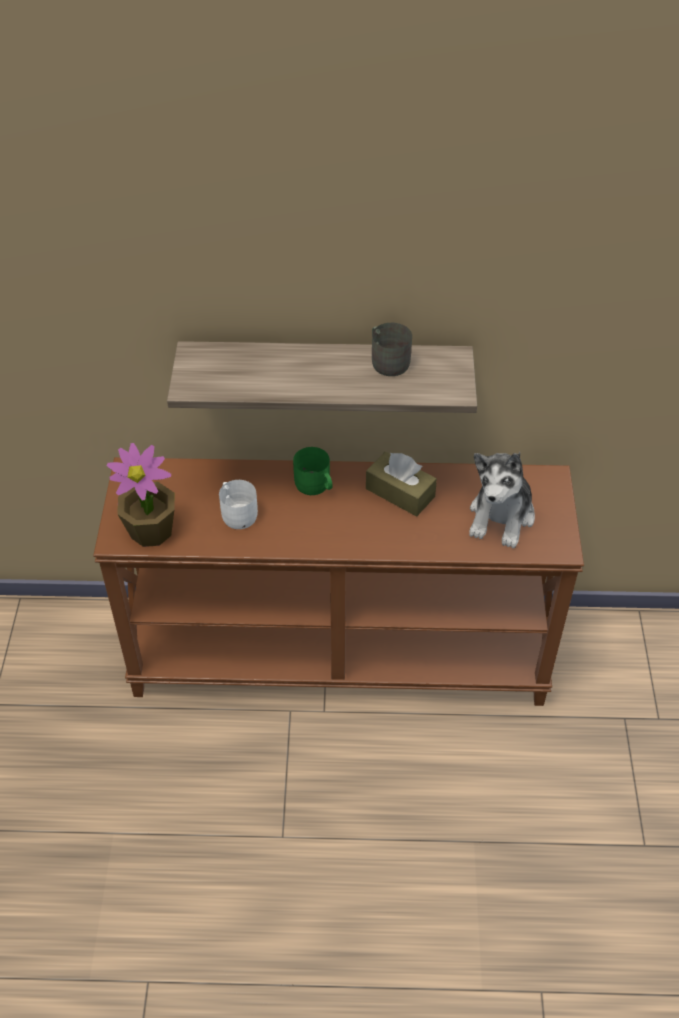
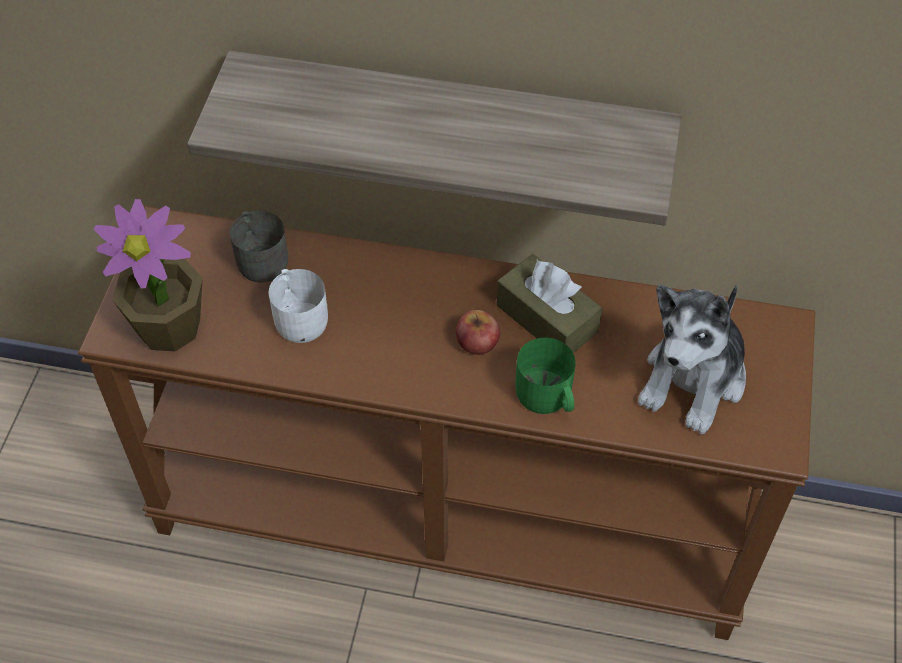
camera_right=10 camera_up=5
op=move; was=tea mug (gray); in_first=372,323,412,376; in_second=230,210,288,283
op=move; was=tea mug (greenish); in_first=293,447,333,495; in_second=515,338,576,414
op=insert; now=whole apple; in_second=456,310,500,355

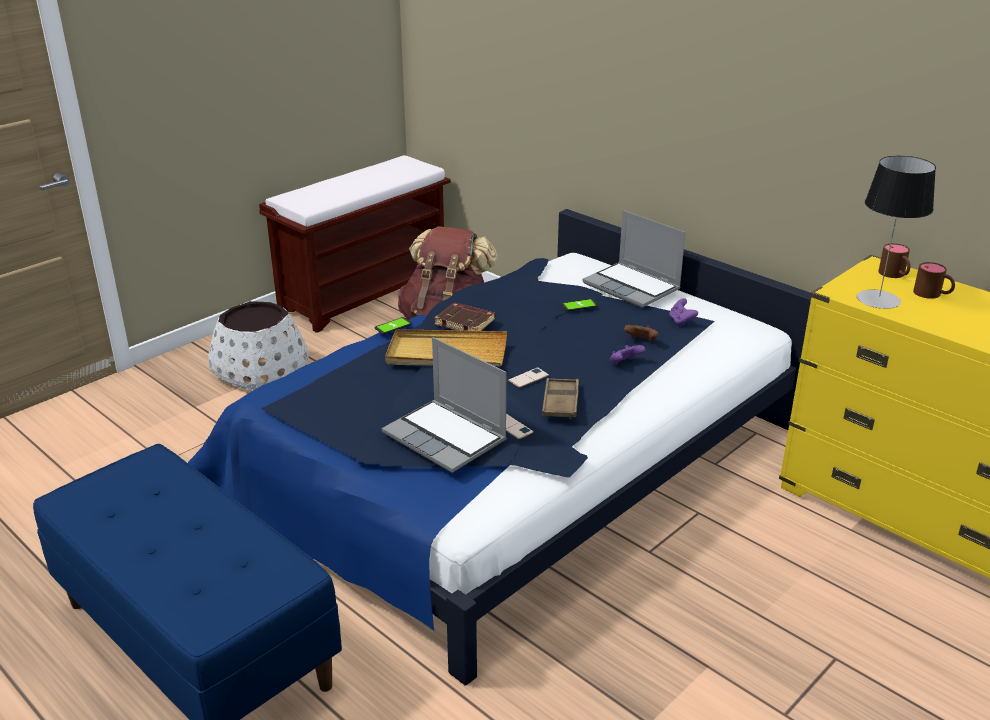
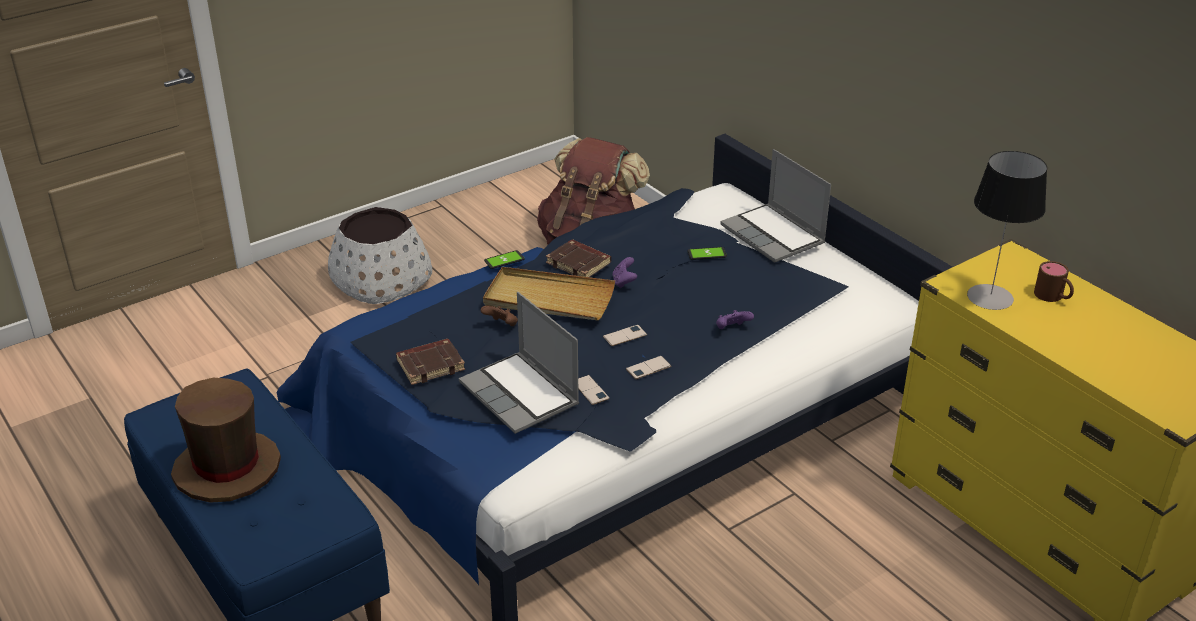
camera_right=10 camera_up=5
op=delete; was=bench (brownish); in_first=259,155,451,333
op=delete; was=tea mug (brownish); in_first=878,243,911,278
op=move; was=gamepad (purple-coloured); in_first=669,298,698,326; in_second=612,257,637,288
op=move; was=gamepad (brownish); in_first=624,325,658,342; in_second=481,306,518,326
op=replace; was=carrying tray (brownish); now=phone; in_first=542,378,579,419; in_second=626,356,671,379
op=insert; now=book (brownish); in_second=396,339,465,385
op=insert; now=wearable hat (brownish); in_second=171,378,281,503

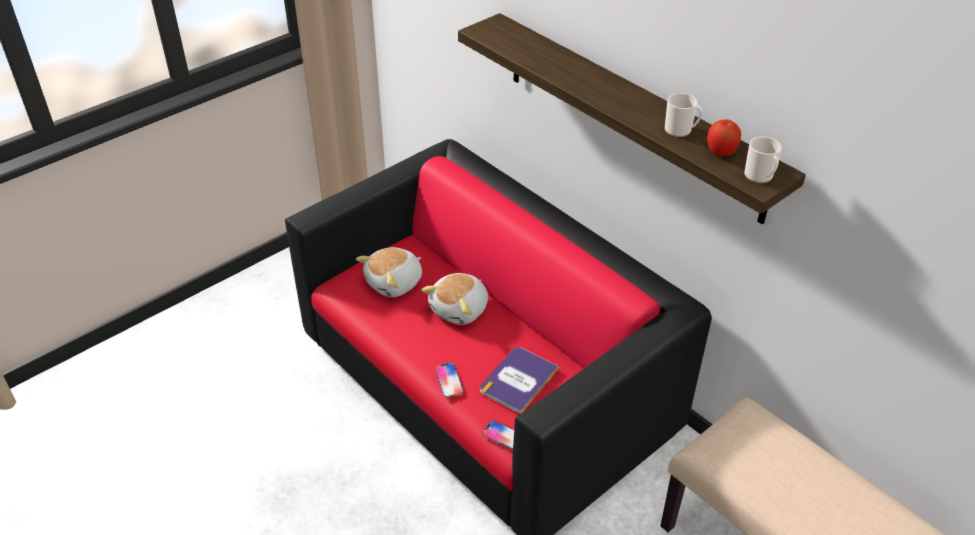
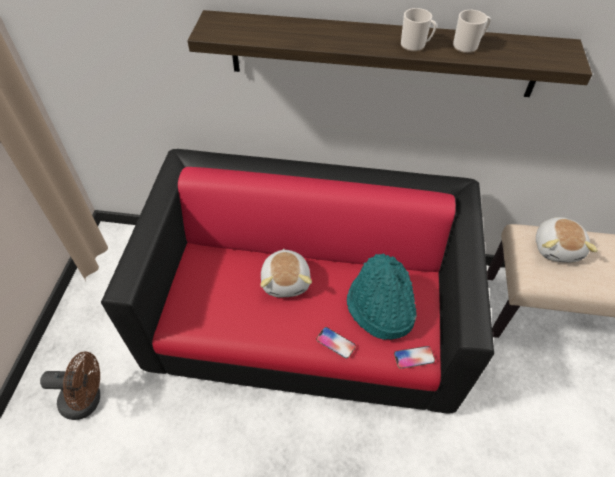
camera_right=-40 camera_up=10
op=delete; was=whole apple; in_first=707,119,741,156
op=move; was=tea mug; in_first=744,137,782,183; in_second=401,8,437,52
op=move; was=plush toy; in_first=356,247,422,297; in_second=536,217,598,263
op=replace; was=book; now=wearable hat (blue-green); in_first=480,347,559,414; in_second=347,254,417,340
op=insert; now=electric fan (brownish); in_second=40,351,100,420

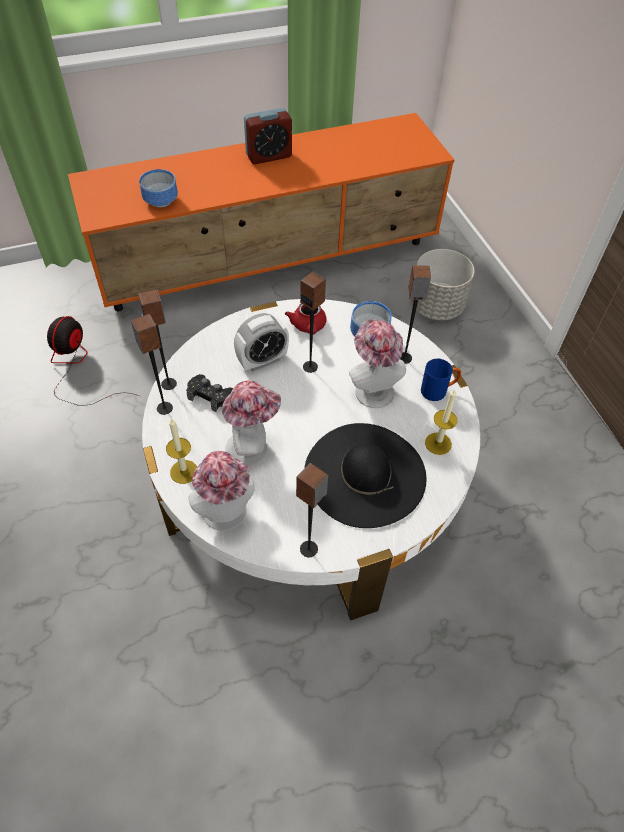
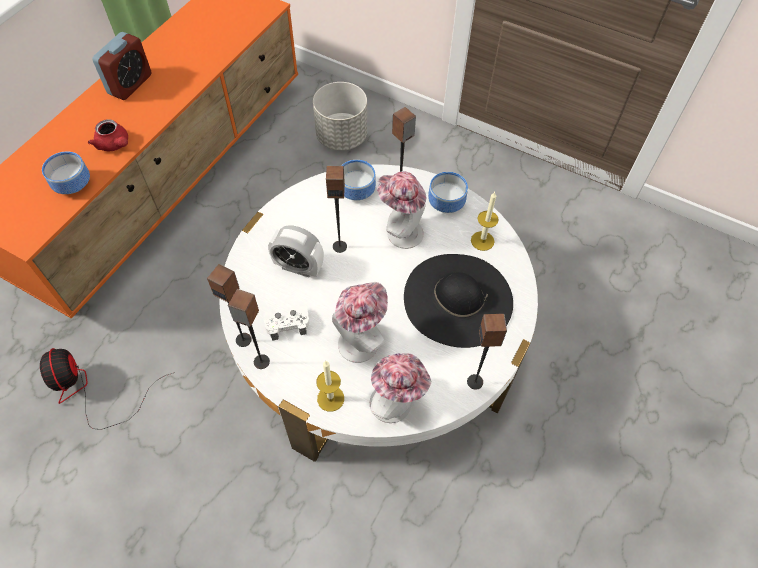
camera_right=-40 camera_up=5
op=move; was=teapot (red); in_first=285,303,326,334; in_second=88,119,128,152
op=rotate; was=table clock; in_first=234,313,289,371; in_second=268,225,324,278; clockwise=90
op=replace; was=tea mug (blue-coloured); now=bowl; in_first=421,359,461,401; in_second=428,172,468,213
op=recolor; was=gamepad (black); now=gamepad (white-coloured); in_first=186,374,233,412; in_second=263,305,309,341

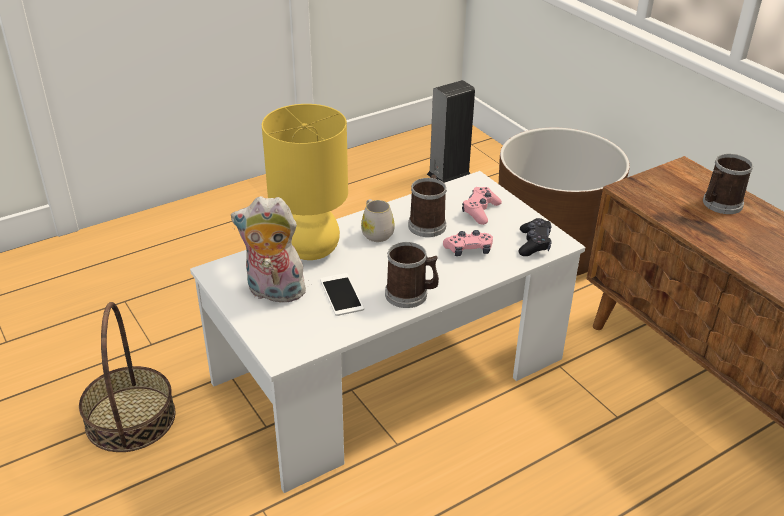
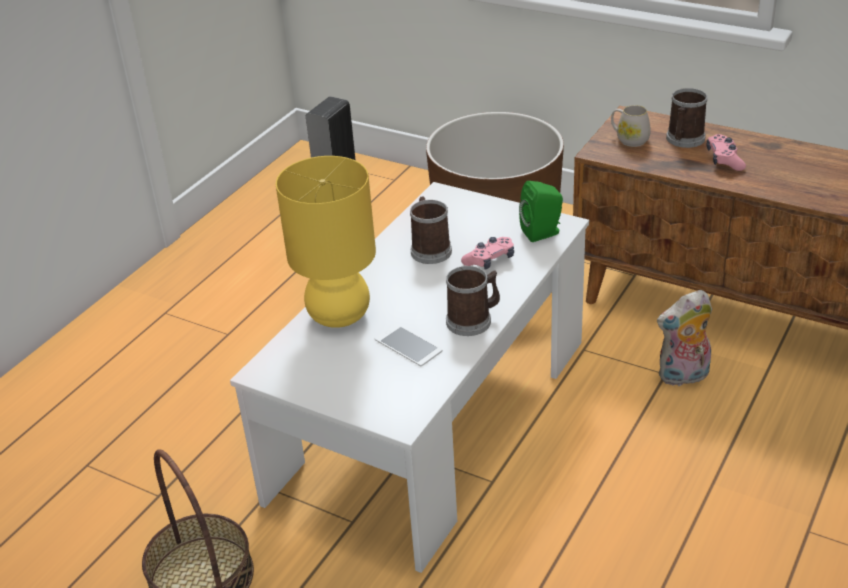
camera_right=-25 camera_up=0
op=move; was=gamepad (pink); in_first=462,187,502,225; in_second=707,134,746,171
op=move; was=plush toy; in_first=231,196,308,303; in_second=657,290,712,386
op=move; was=tea mug (white-coloured); in_first=361,199,395,242; in_second=611,105,651,147
op=replace; was=gamepad (black); now=audio speaker (greenish); in_first=519,218,552,256; in_second=519,181,563,242

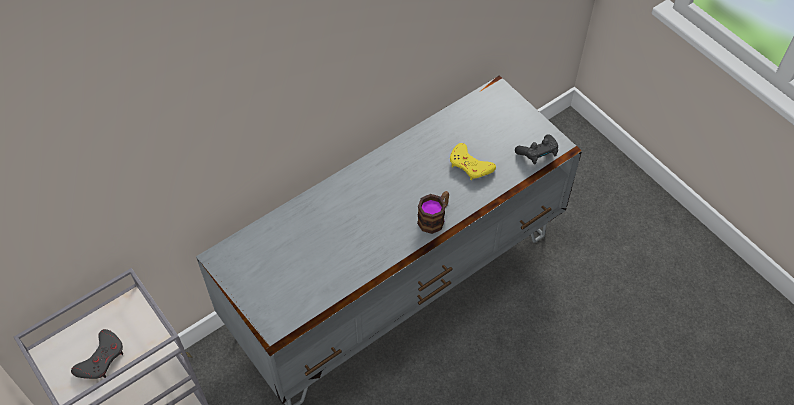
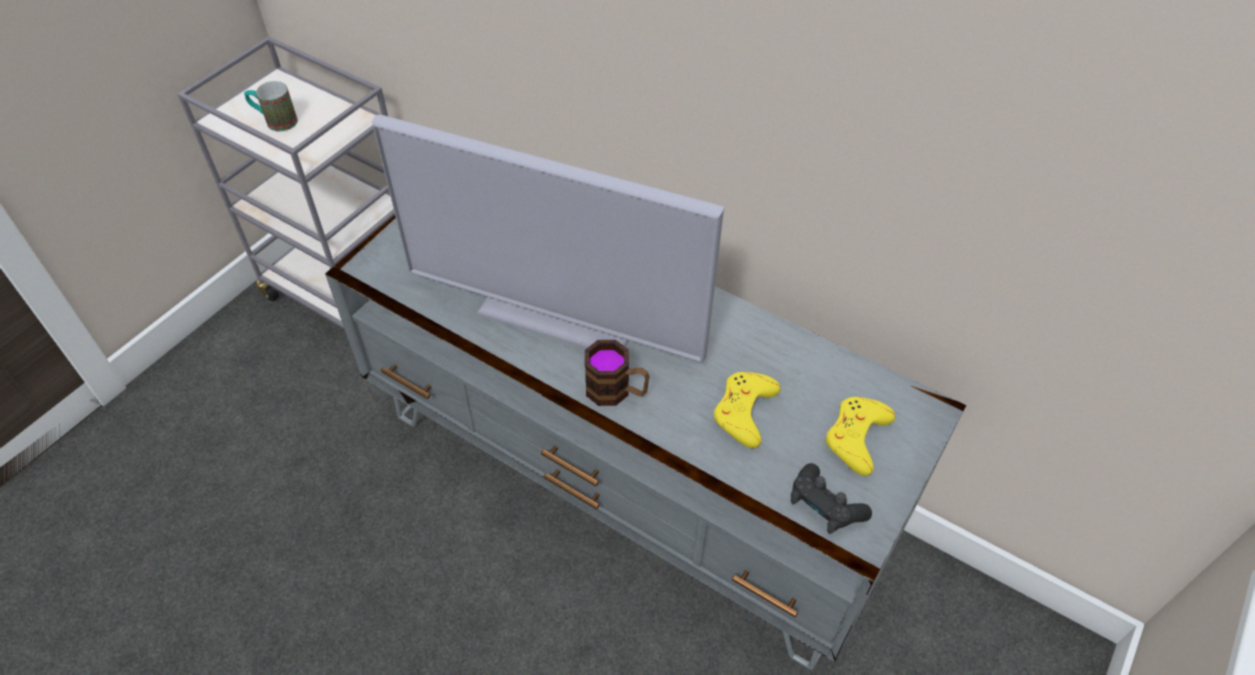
camera_right=70 camera_up=-5
op=replace; was=gamepad (gray); now=tea mug; in_first=71,329,123,379; in_second=244,81,298,132
op=insert; now=TV set; in_second=372,114,724,362
op=insert; now=gamepad (yellow-coloured); in_second=825,397,895,476

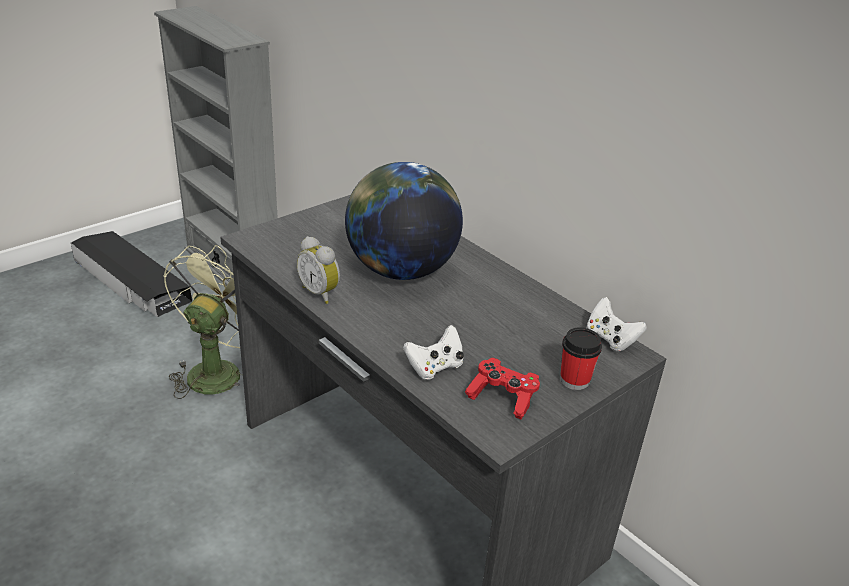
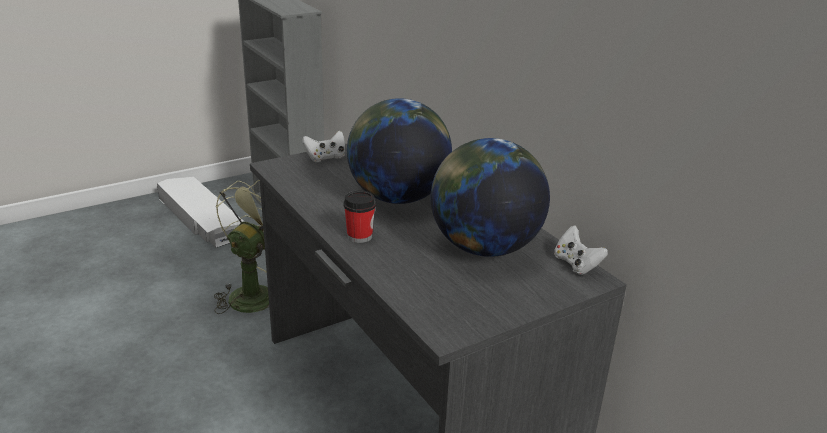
camera_right=10 camera_up=-5
op=recolor; was=storage bin (black); now=storage bin (white-coloured); in_first=71,231,192,317; in_second=157,177,245,247
op=delete; was=table clock; in_first=296,236,340,304
op=move; was=gamepad (white-coloured); in_first=403,325,464,380; in_second=302,130,345,162
op=move; was=cup; in_first=560,327,602,390; in_second=343,191,376,243
op=delete; was=gamepad (red); in_first=465,358,540,419
op=insert; now=desk globe; in_second=431,138,550,257

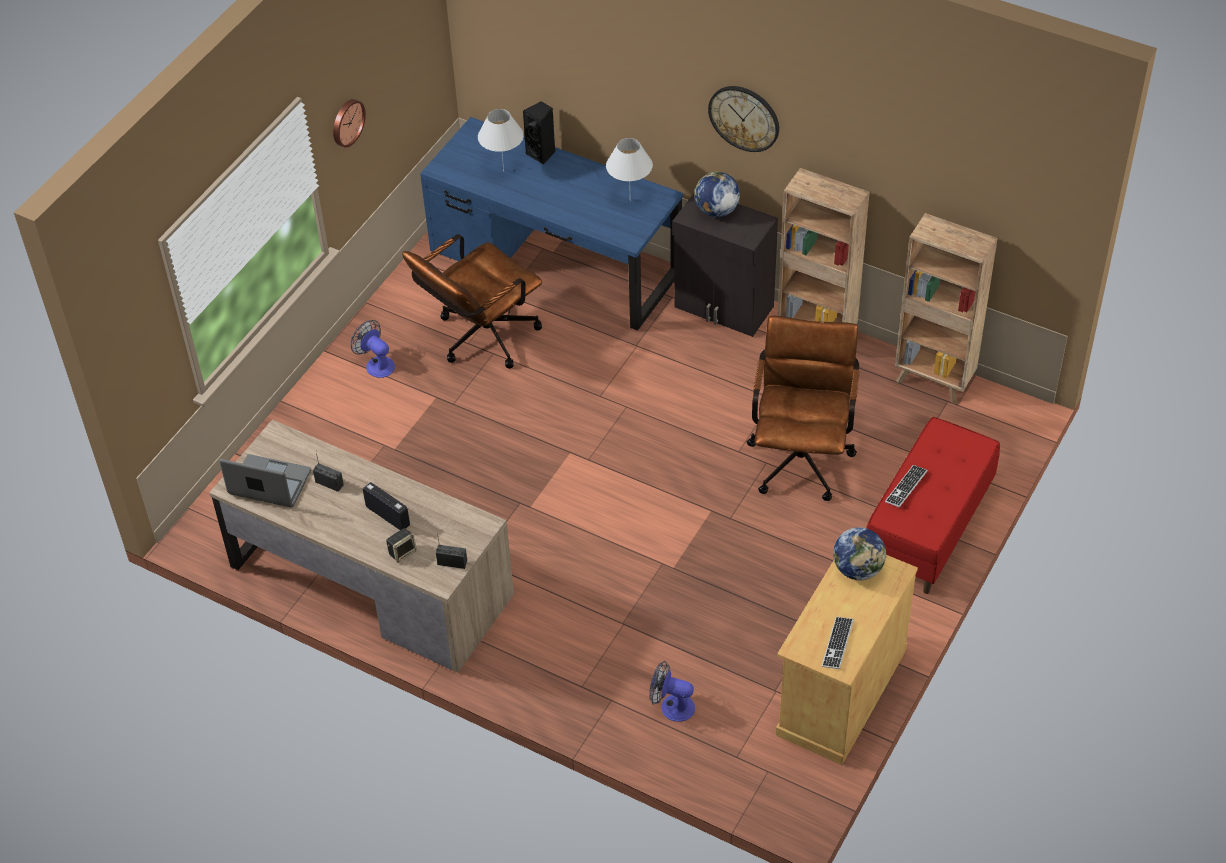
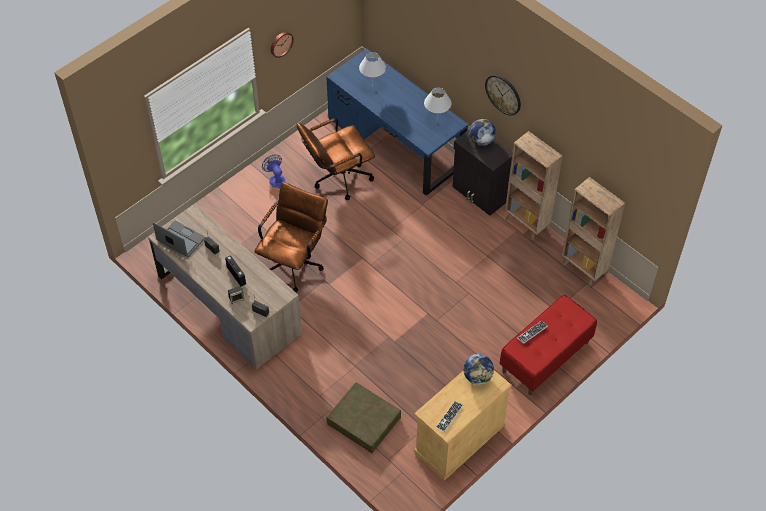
camera_right=15 camera_up=5
op=delete; was=audio speaker (black); in_first=523,101,556,165
op=move; was=desk chair (brownish); in_first=746,315,860,501; in_second=254,182,328,292
op=replace; was=electric fan; now=storage bin (brownish); in_first=649,661,695,722; in_second=326,382,401,453

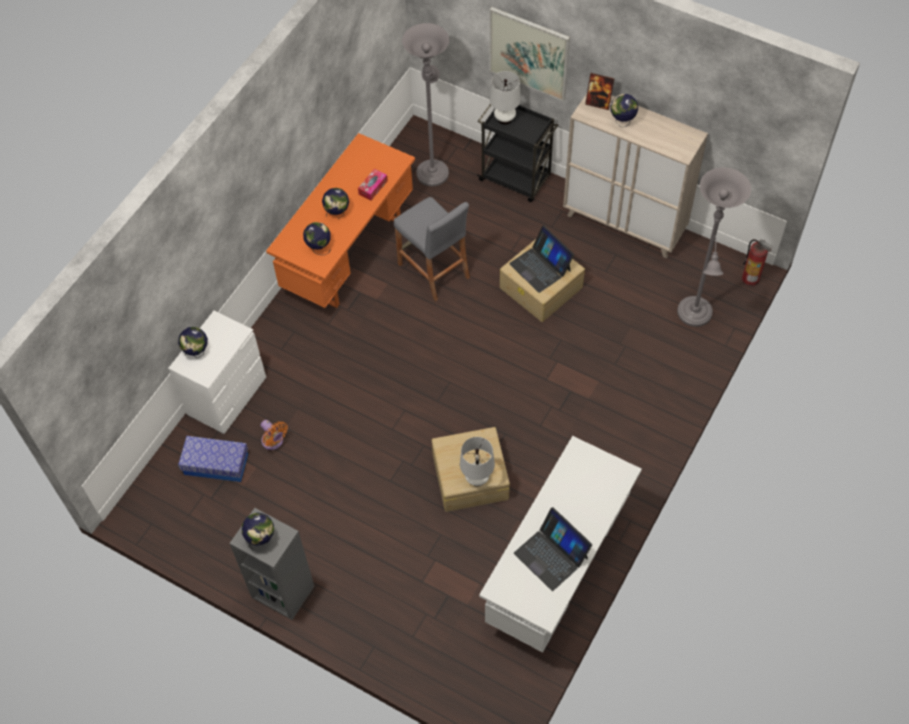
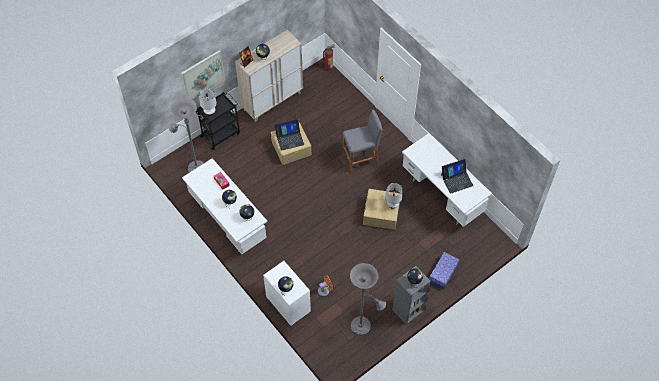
camera_right=-70 camera_up=0
op=recolor; was=desk table (orange); now=desk table (white-coloured); in_first=266,133,415,308; in_second=182,158,267,254
op=move; was=floor lamp (gray); in_first=677,167,751,327; in_second=350,263,386,335
op=move; was=stool (gray); in_first=394,197,470,301; in_second=343,110,383,173
op=move; was=storage bin; in_first=178,436,248,482; in_second=429,252,459,289

